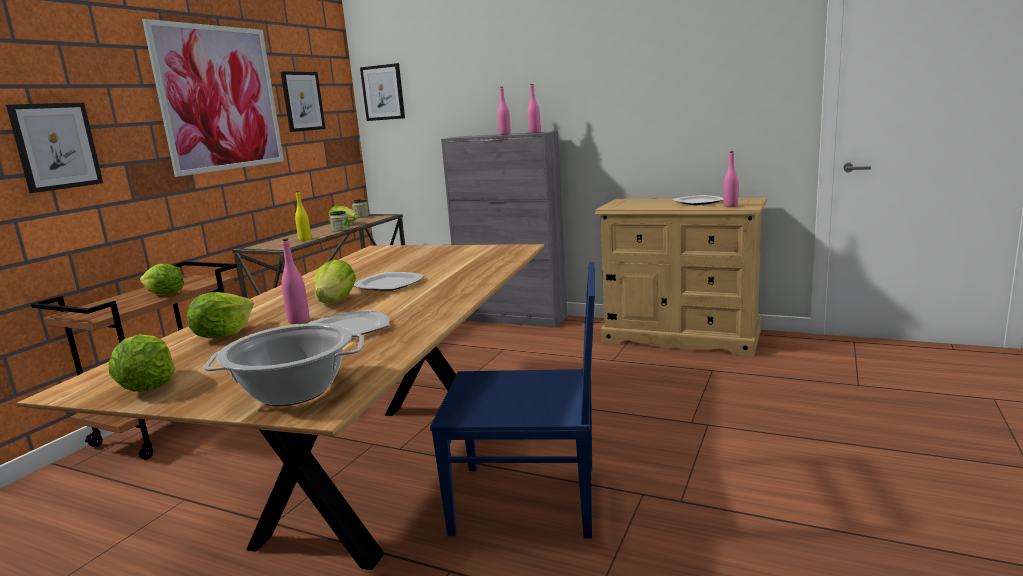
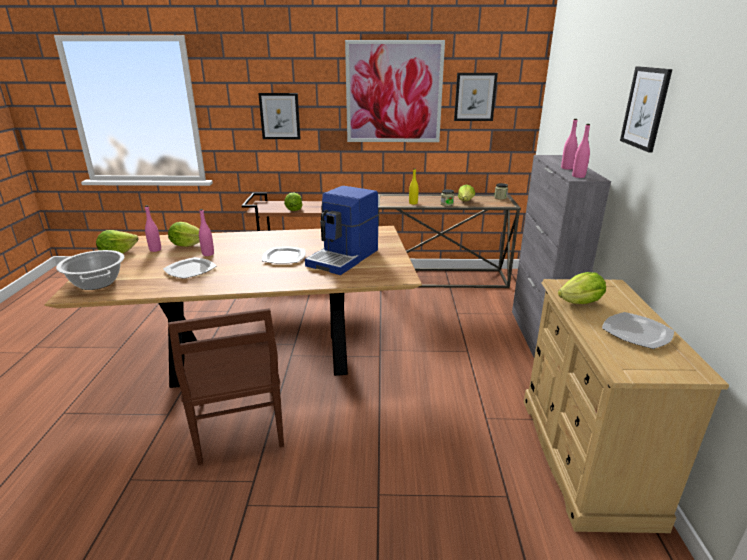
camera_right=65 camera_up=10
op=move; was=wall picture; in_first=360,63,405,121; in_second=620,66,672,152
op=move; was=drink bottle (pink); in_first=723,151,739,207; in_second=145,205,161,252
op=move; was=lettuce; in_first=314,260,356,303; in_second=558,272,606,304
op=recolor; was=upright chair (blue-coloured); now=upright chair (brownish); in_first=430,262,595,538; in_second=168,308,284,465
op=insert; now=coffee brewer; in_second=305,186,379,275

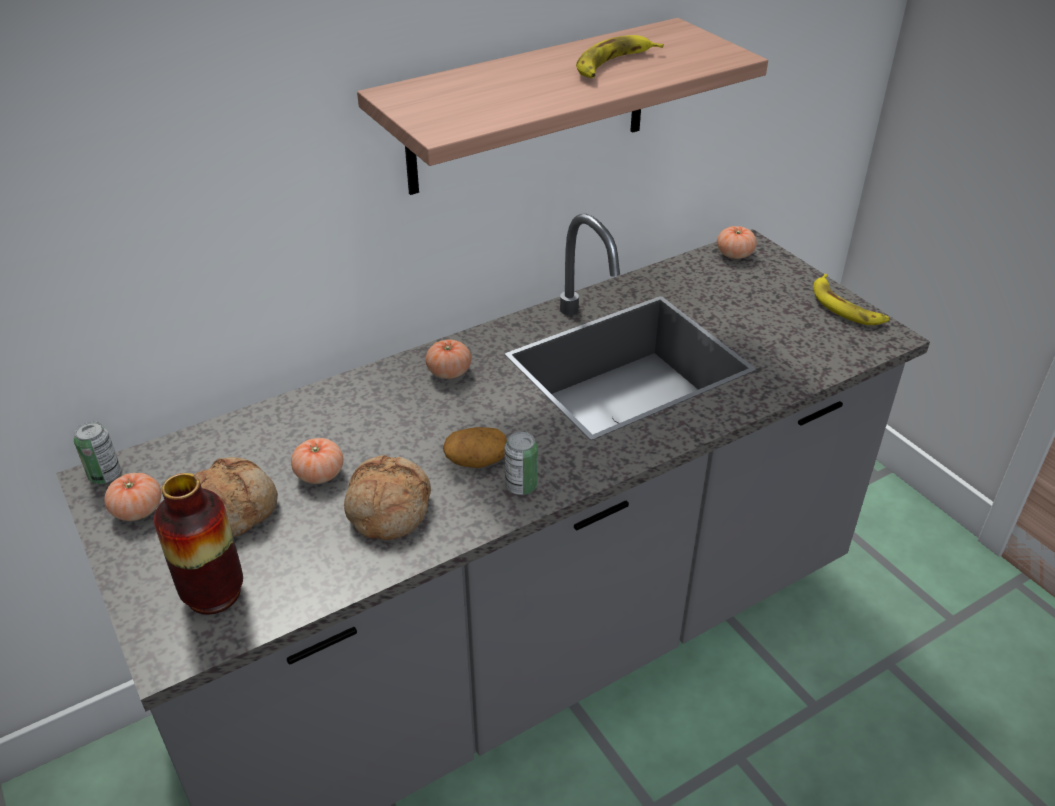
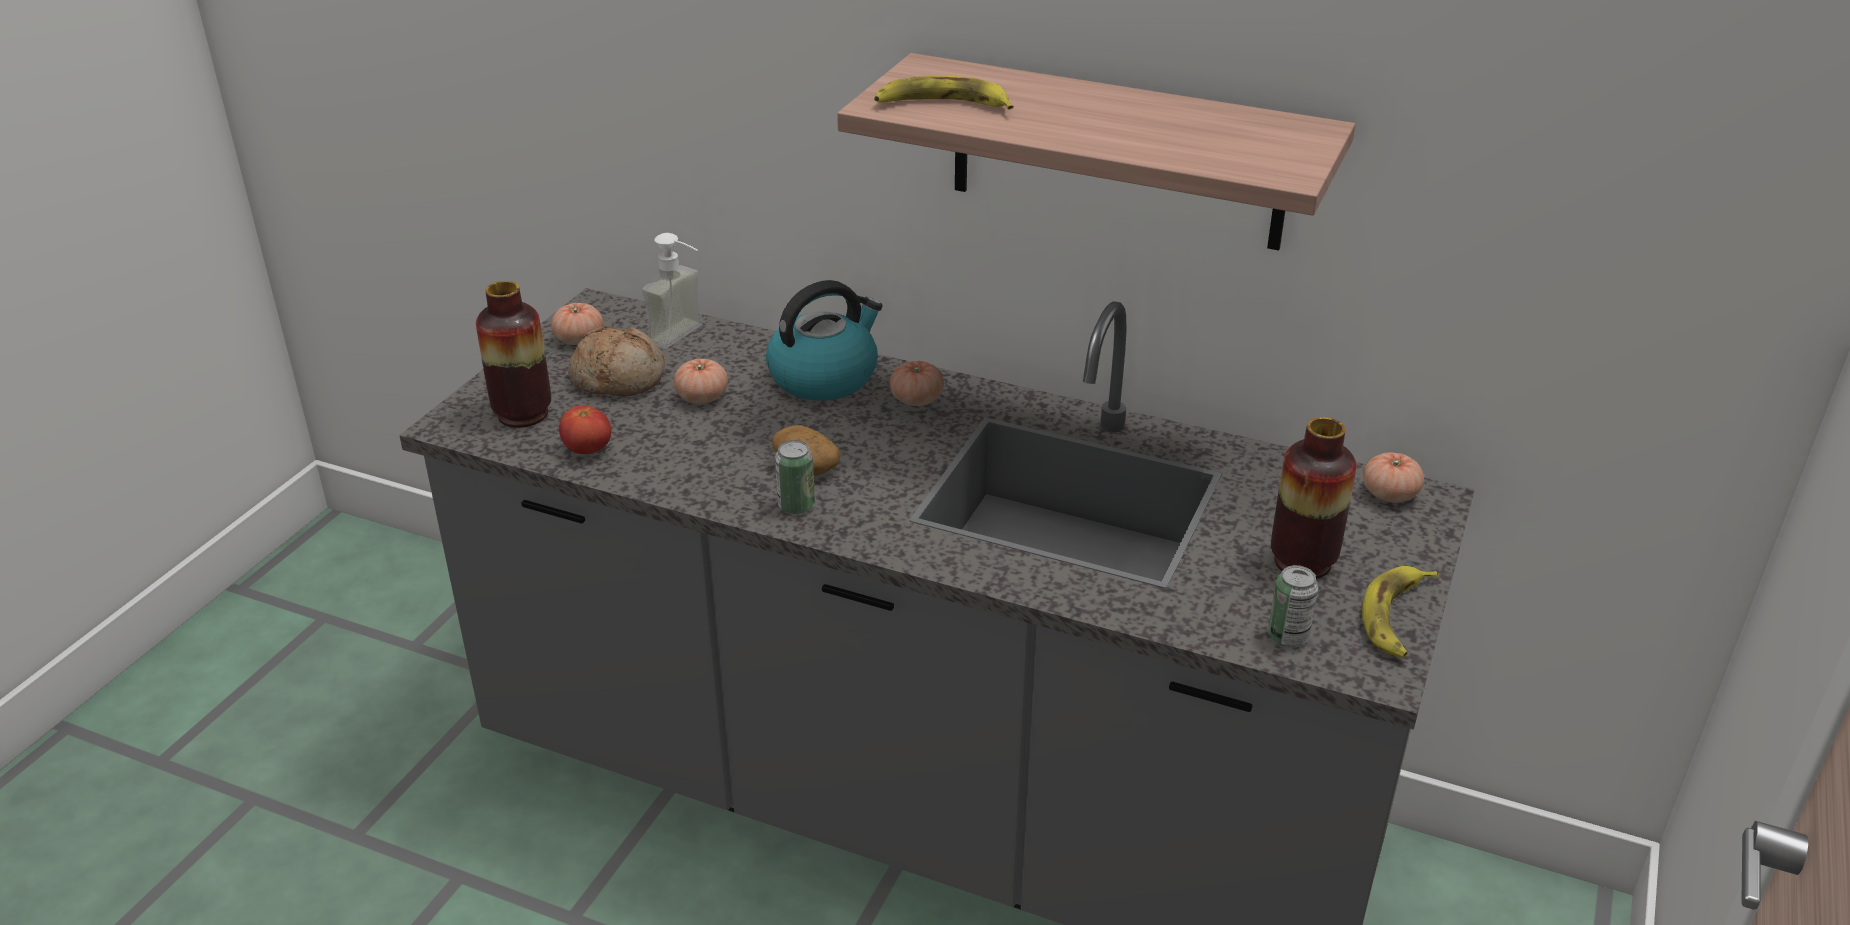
camera_right=55 camera_up=-5
op=move; was=banana fruit; in_first=576,35,663,78; in_second=874,75,1014,110
op=move; was=can; in_first=74,422,121,484; in_second=1268,565,1318,647
op=delete; was=baked bread; in_first=344,455,431,540
op=insert; now=soap bottle; in_second=642,233,703,349
op=insert; now=kettle; in_second=766,280,883,401
op=insert; now=whole tomato; in_second=559,405,611,454
op=insert; now=flower vase; in_second=1271,417,1357,579

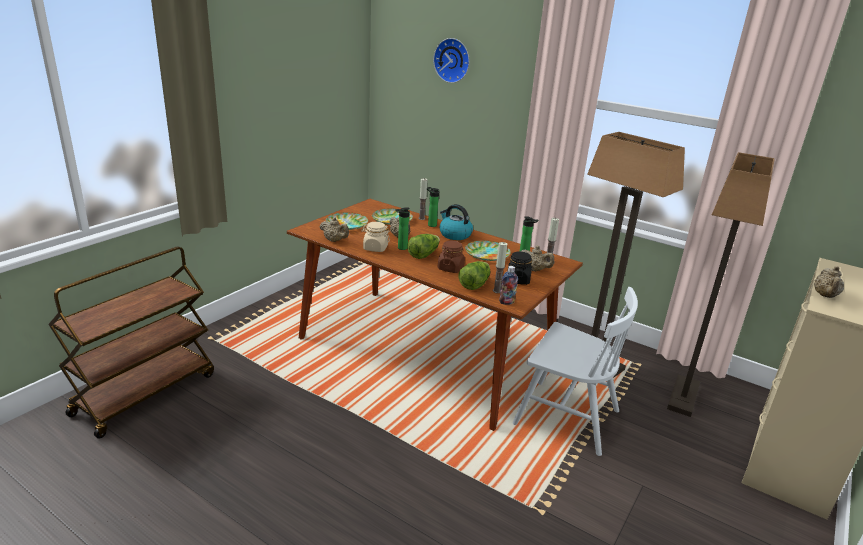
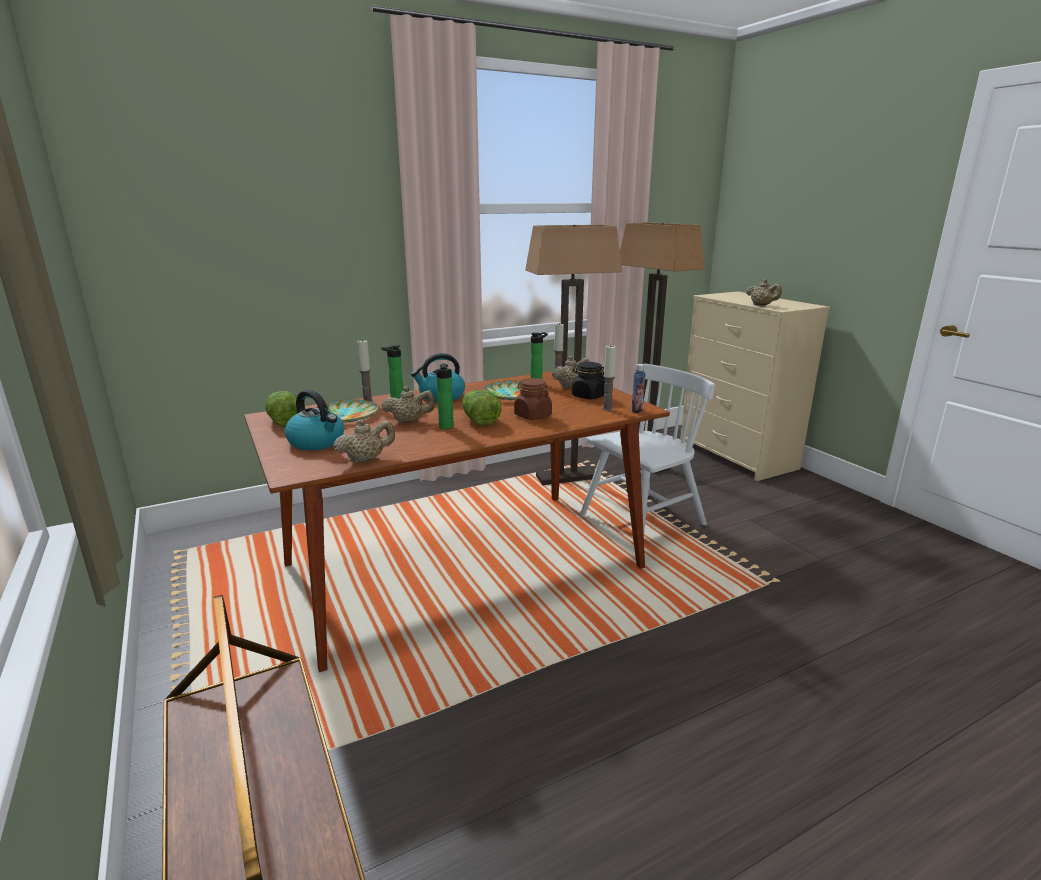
camera_right=-60 camera_up=-5
op=delete; was=clock on the wall; in_first=433,38,470,83
op=replace; was=flat dish; now=kettle; in_first=326,213,368,230; in_second=285,390,344,450
op=delete; was=storage jar (sand-coloured); in_first=361,222,390,252
op=move; was=lettuce; in_first=459,261,490,290; in_second=265,391,298,427

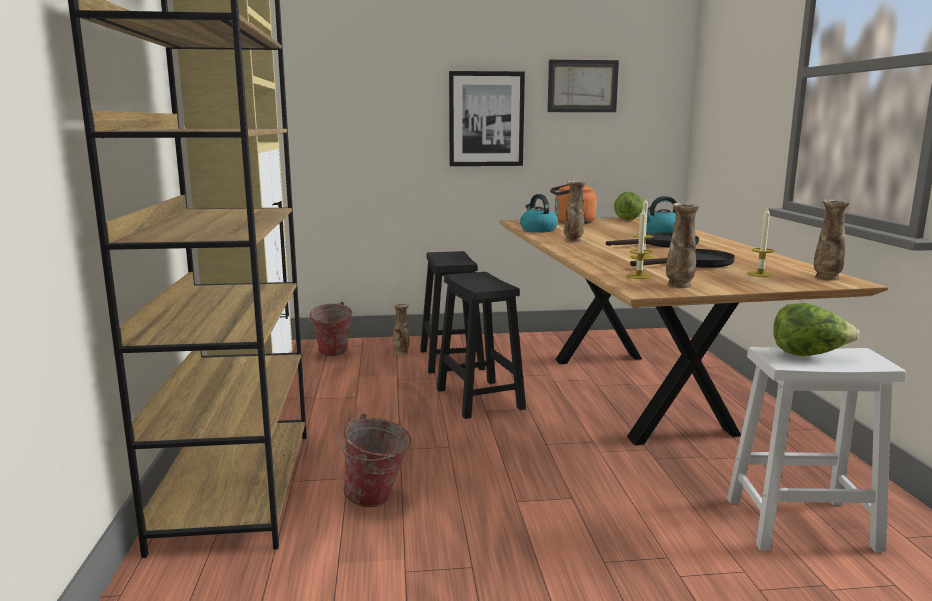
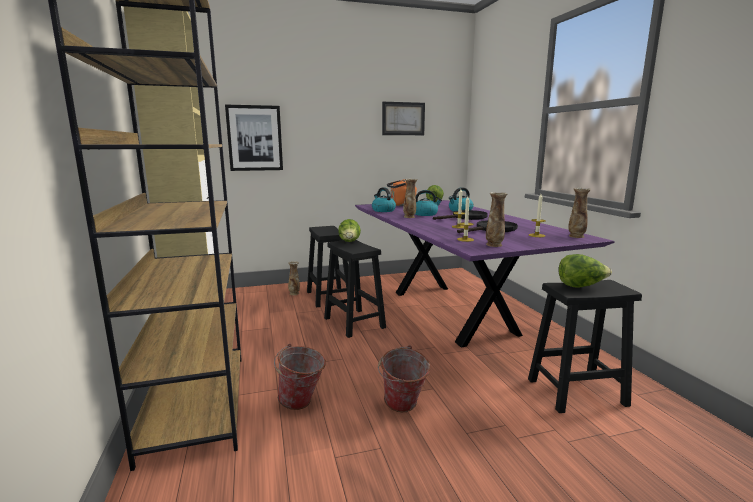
camera_right=-10 camera_up=0
op=move; was=wall picture; in_first=449,71,525,166; in_second=225,105,283,171
op=recolor; was=dinner table (brownish); now=dinner table (purple-coloured); in_first=500,217,888,445; in_second=355,200,615,348
op=move; was=water bucket; in_first=308,302,352,356; in_second=378,345,430,412
op=recolor; was=stool (white-coloured); now=stool (black); in_first=727,347,906,553; in_second=528,280,642,413
op=insert; now=kettle; in_second=415,190,442,216
op=insert; now=lettuce; in_second=338,219,361,242

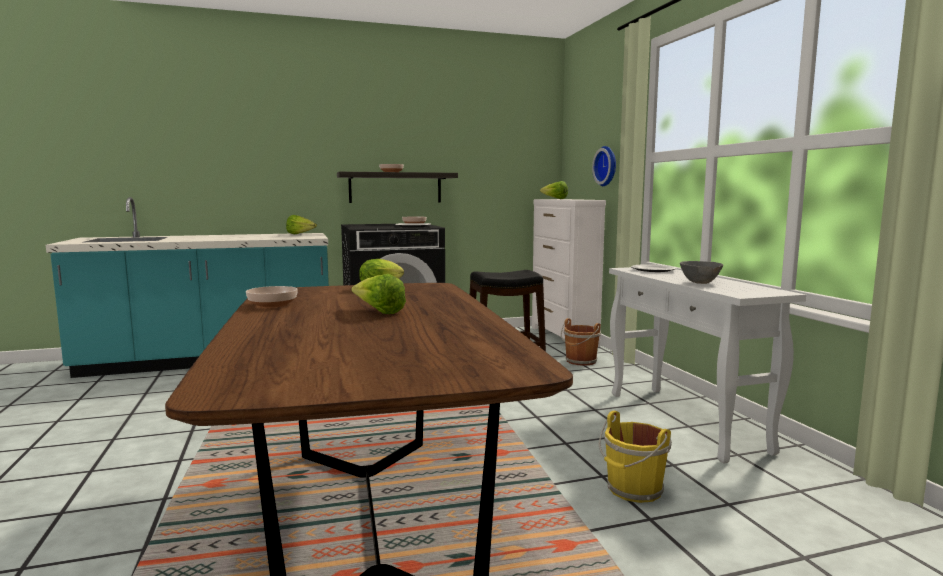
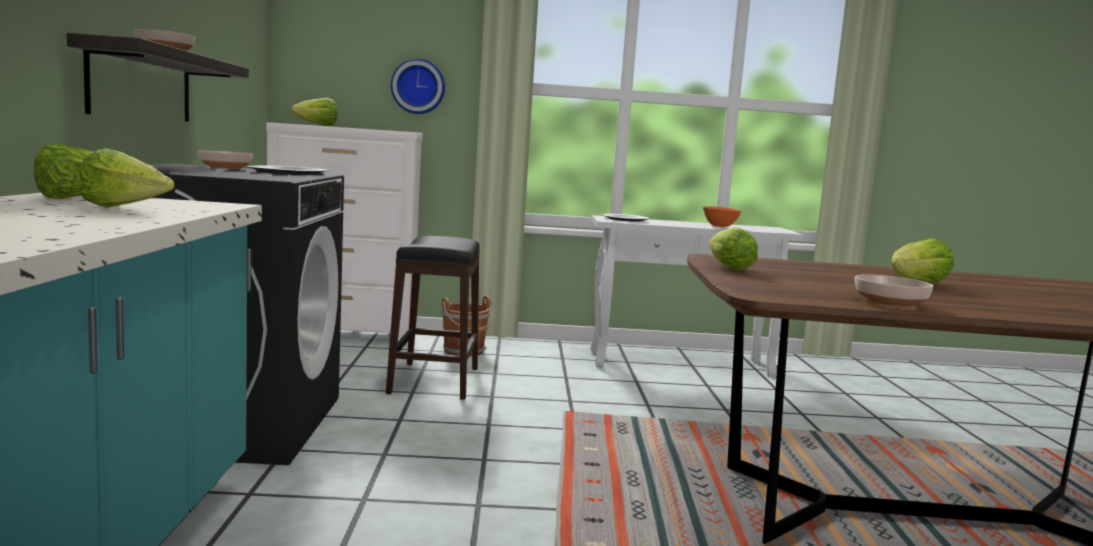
camera_right=-75 camera_up=0
op=recolor; was=bowl (gray); now=bowl (orange); in_first=680,261,723,284; in_second=703,206,742,227
op=delete; was=water bucket (yellow-coloured); in_first=598,411,672,503
op=insert; now=lettuce; in_second=79,148,174,207

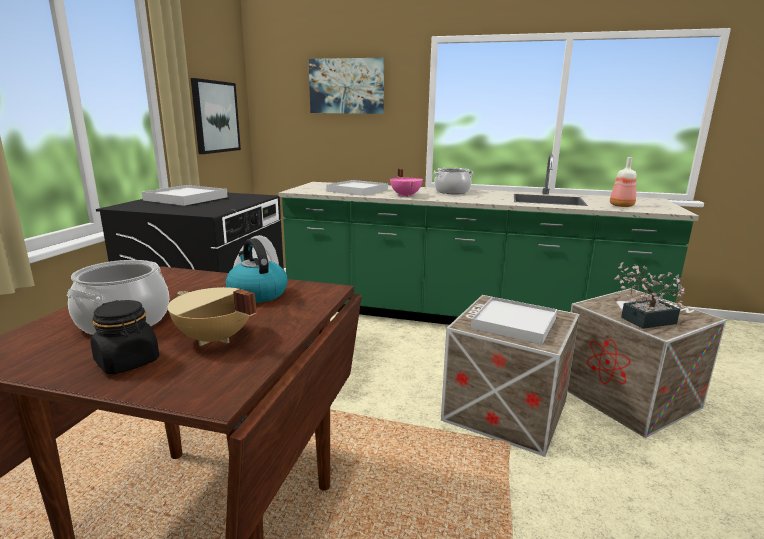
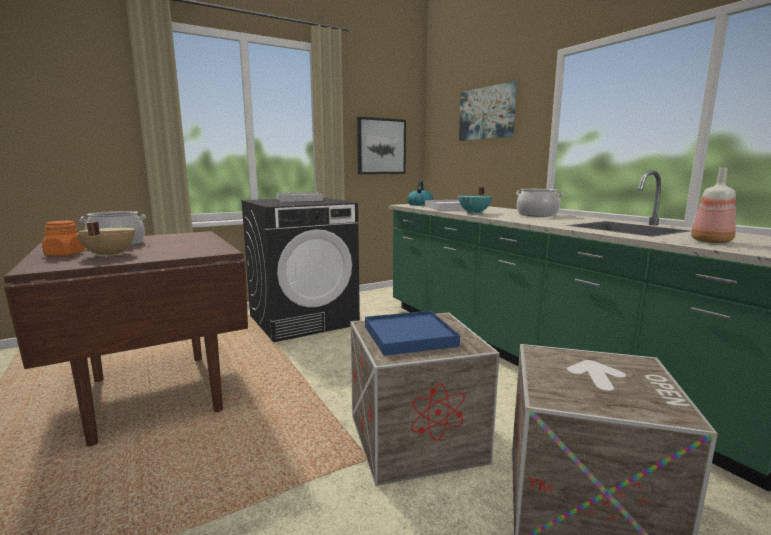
camera_right=45 camera_up=-5
op=recolor; was=saucepot (pink); now=saucepot (blue-green); in_first=390,168,423,197; in_second=458,187,492,214
op=move; was=kettle; in_first=225,238,288,303; in_second=407,180,433,206
op=delete; was=houseplant; in_first=615,262,685,329
op=recolor; was=carrying tray (white-coloured); now=carrying tray (blue-coloured); in_first=471,297,557,345; in_second=365,311,460,356
op=recolor; was=storage jar (black); now=storage jar (orange); in_first=91,300,159,374; in_second=42,221,85,256

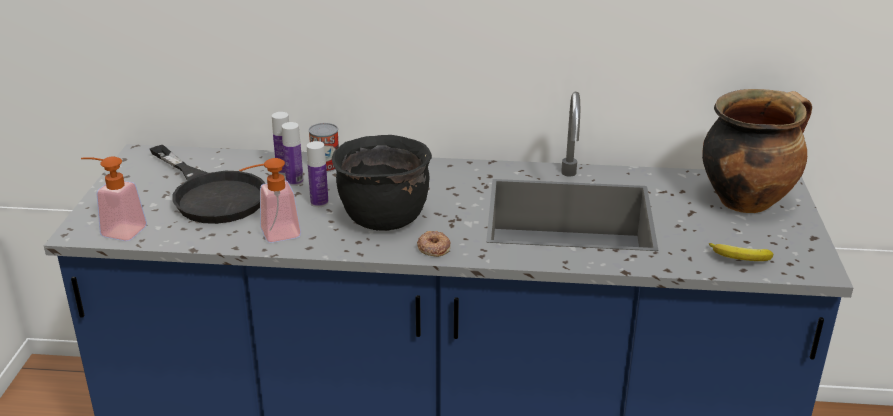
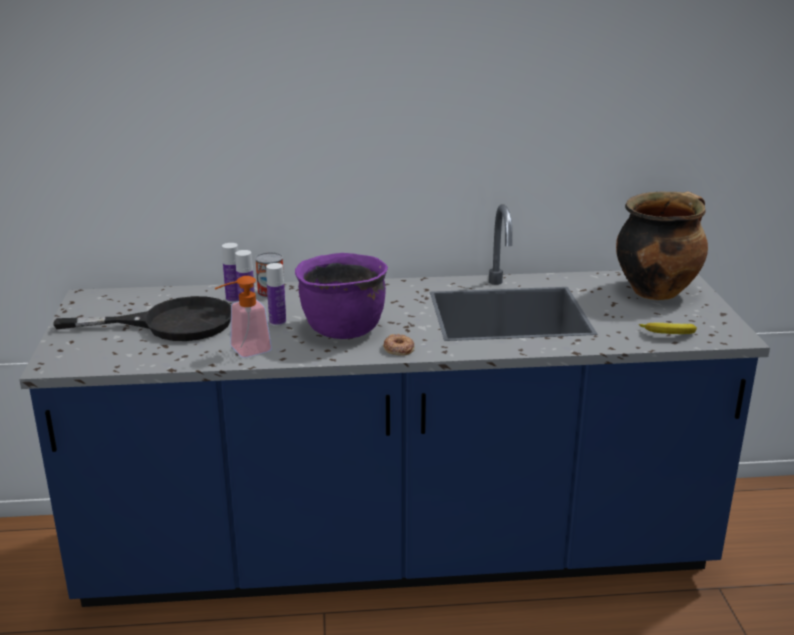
camera_right=-10 camera_up=-5
op=recolor; was=saucepot (black); now=saucepot (purple-coloured); in_first=332,135,432,231; in_second=295,253,388,339
op=rotate; was=skillet (black); in_first=150,145,266,224; in_second=53,296,231,341; clockwise=-45
op=delete; was=soap bottle; in_first=81,157,147,241

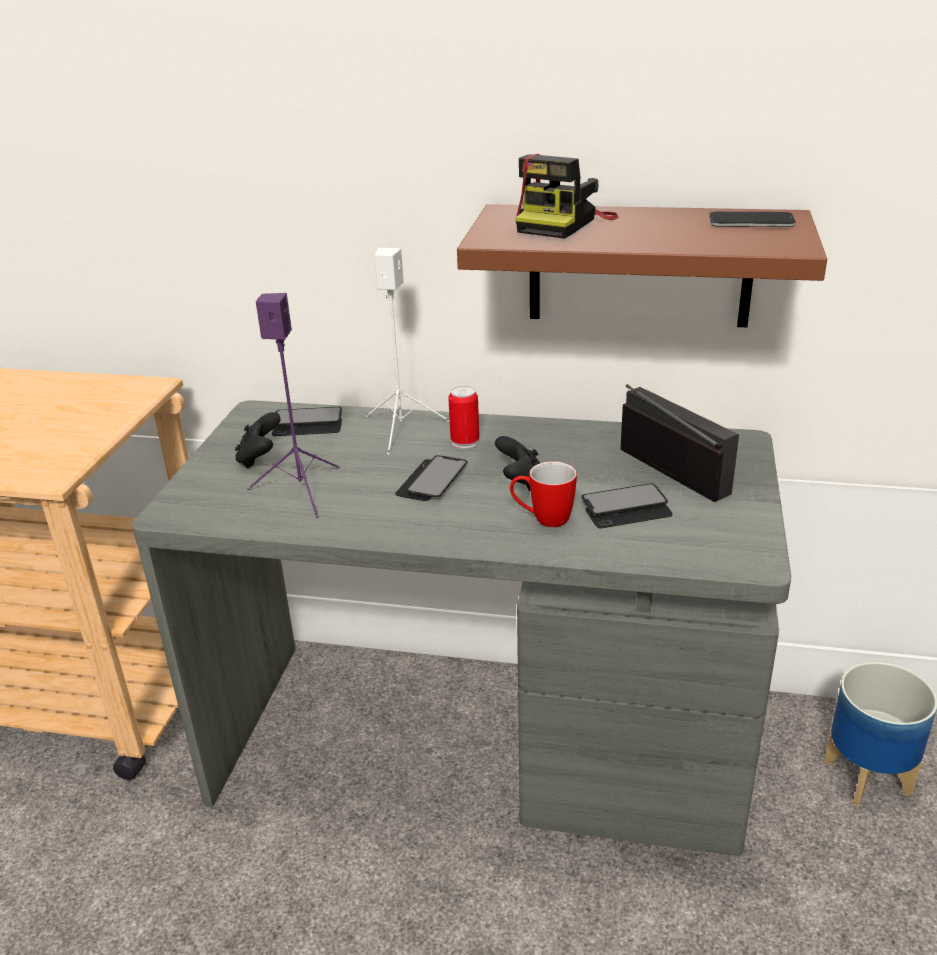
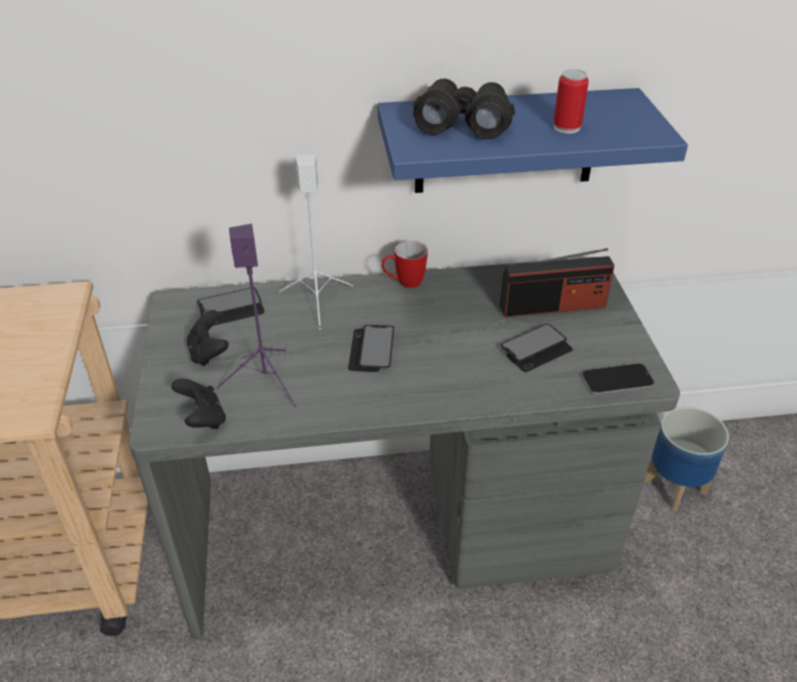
camera_right=-20 camera_up=10
op=replace; was=still camera; now=pair of binoculars (black); in_first=516,154,618,239; in_second=413,79,515,139
op=recolor; was=shelf (brownish); now=shelf (blue-coloured); in_first=457,204,827,327; in_second=378,88,688,193
op=move; was=phone; in_first=709,212,796,227; in_second=582,364,654,394
op=rotate; was=radio receiver; in_first=620,384,739,502; in_second=500,248,614,317; clockwise=135
op=move; was=can; in_first=448,386,479,449; in_second=553,69,589,134
op=move; was=gamepad (black); in_first=495,436,540,491; in_second=171,378,226,429
op=move; was=tea mug; in_first=510,461,577,527; in_second=381,241,428,288

